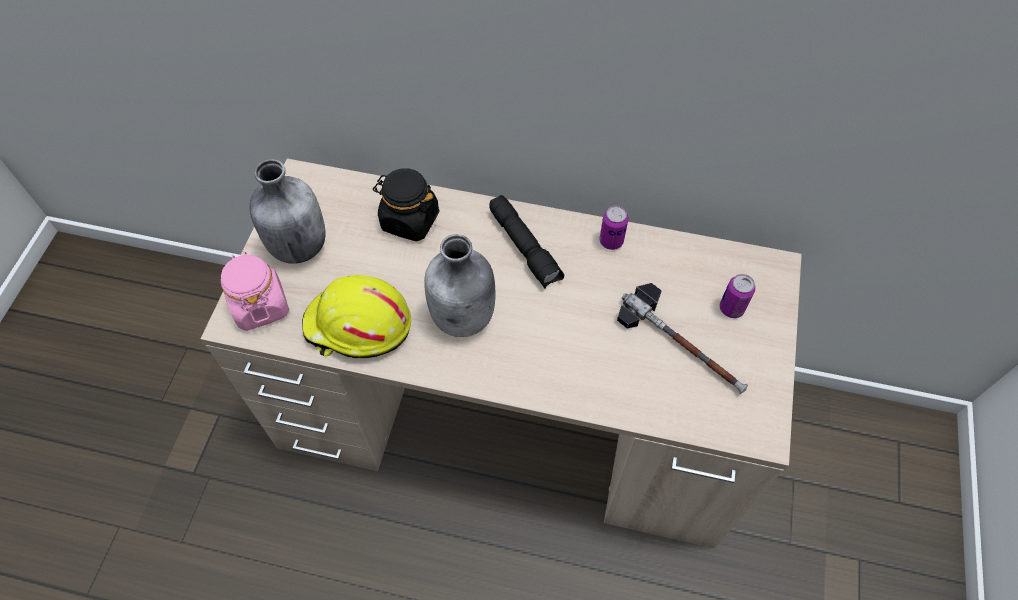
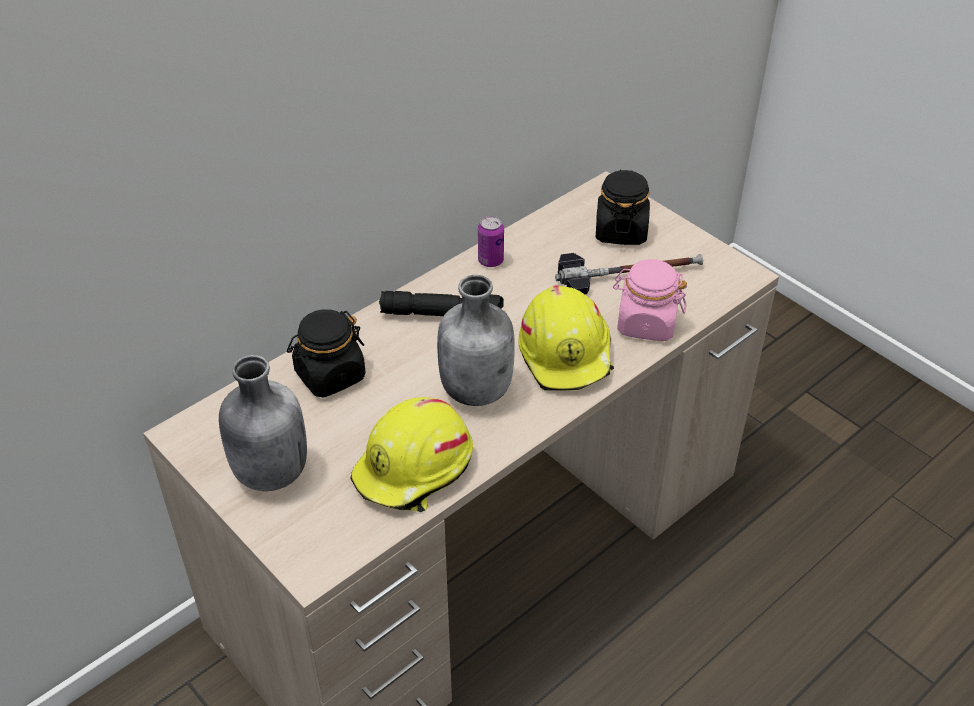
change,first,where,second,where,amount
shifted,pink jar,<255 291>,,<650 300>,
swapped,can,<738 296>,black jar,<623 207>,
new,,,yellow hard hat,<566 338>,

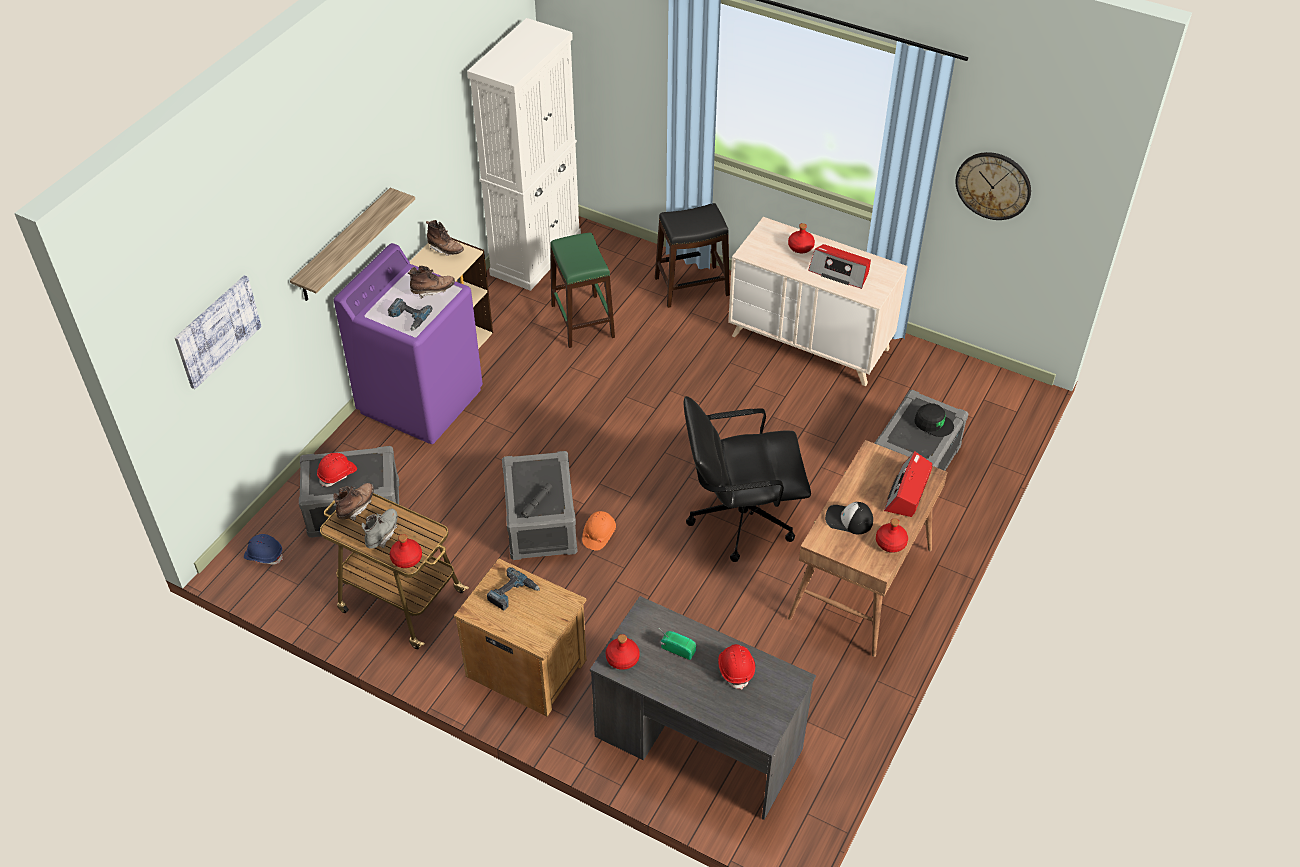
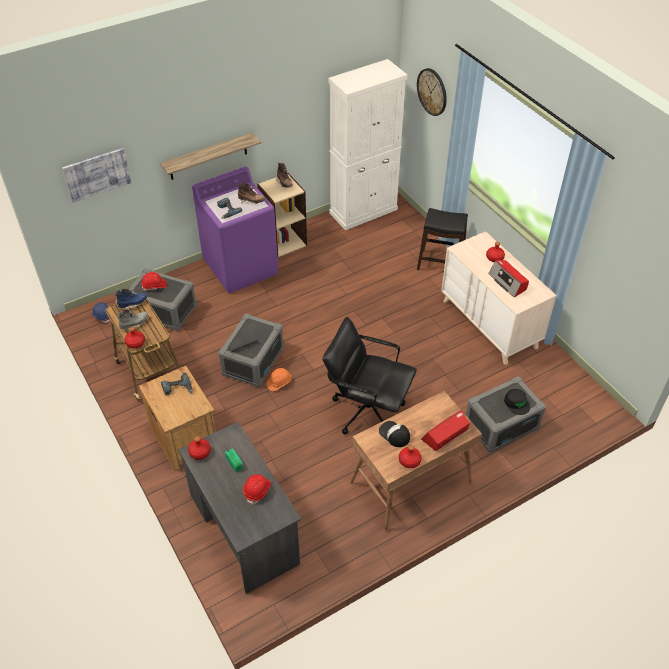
change,first,where,second,where,amount
repainted,brown boot,<353 502>,blue boot,<131 299>,
gone,green stool,<583 290>,,,
shifted,wall clock,<993 186>,,<432 92>,

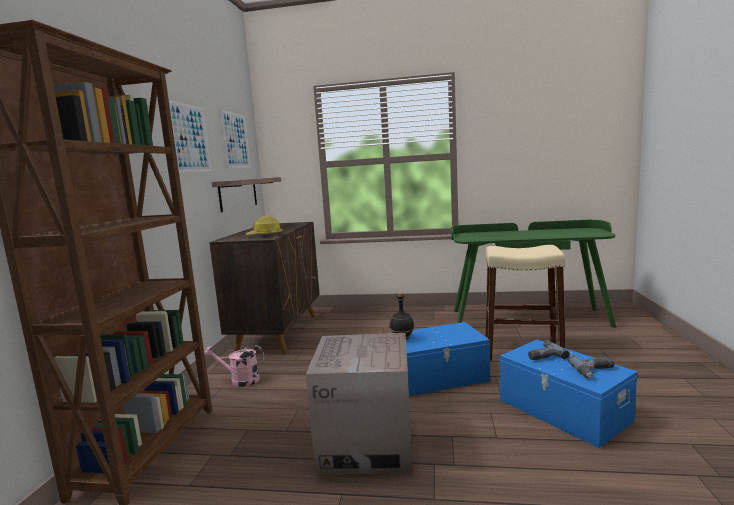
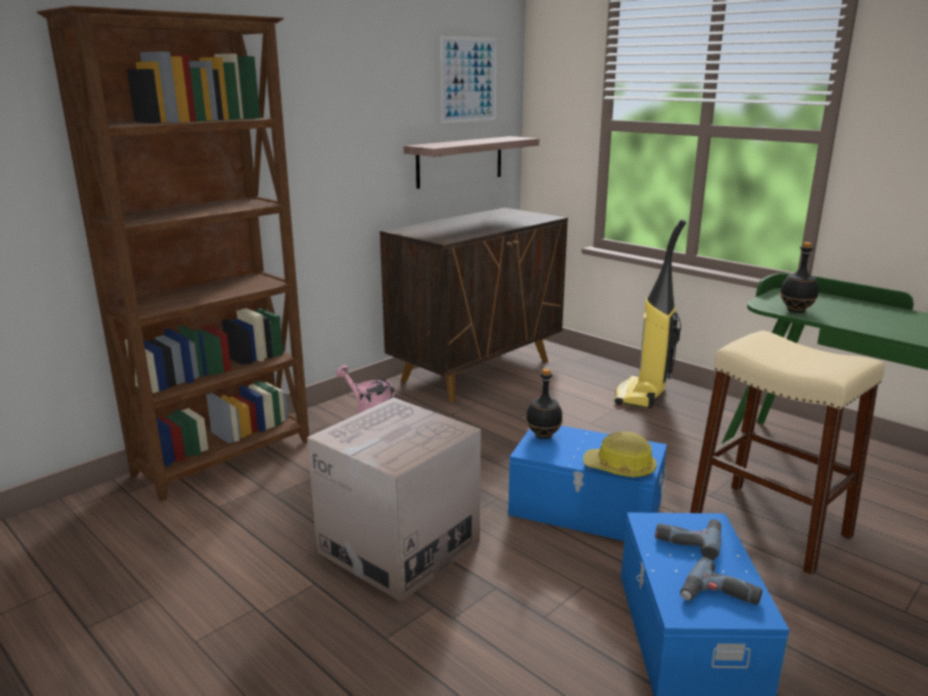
change,first,where,second,where,amount
gone,picture,<190 136>,,,
shifted,hard hat,<264 225>,,<620 454>,
new,,,vacuum cleaner,<650 313>,
new,,,black bottle,<799 277>,

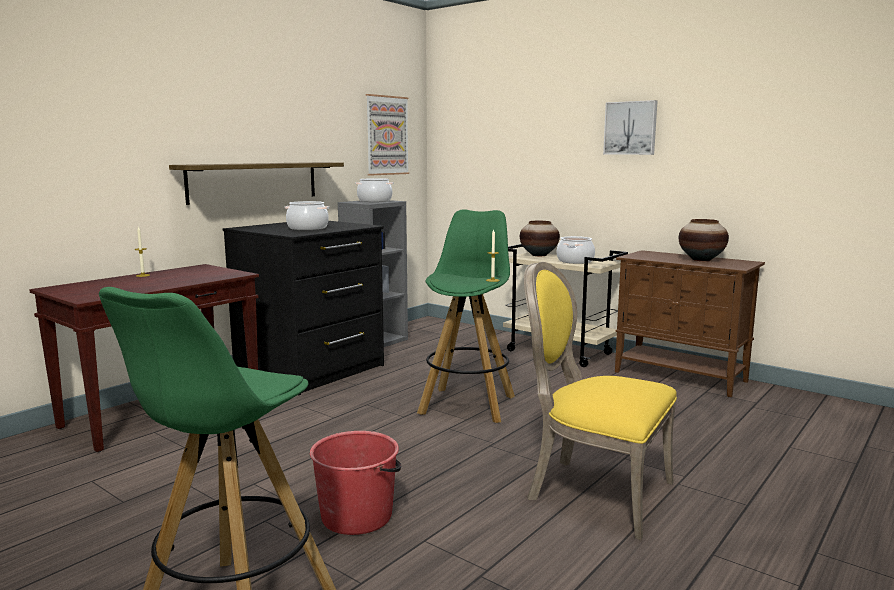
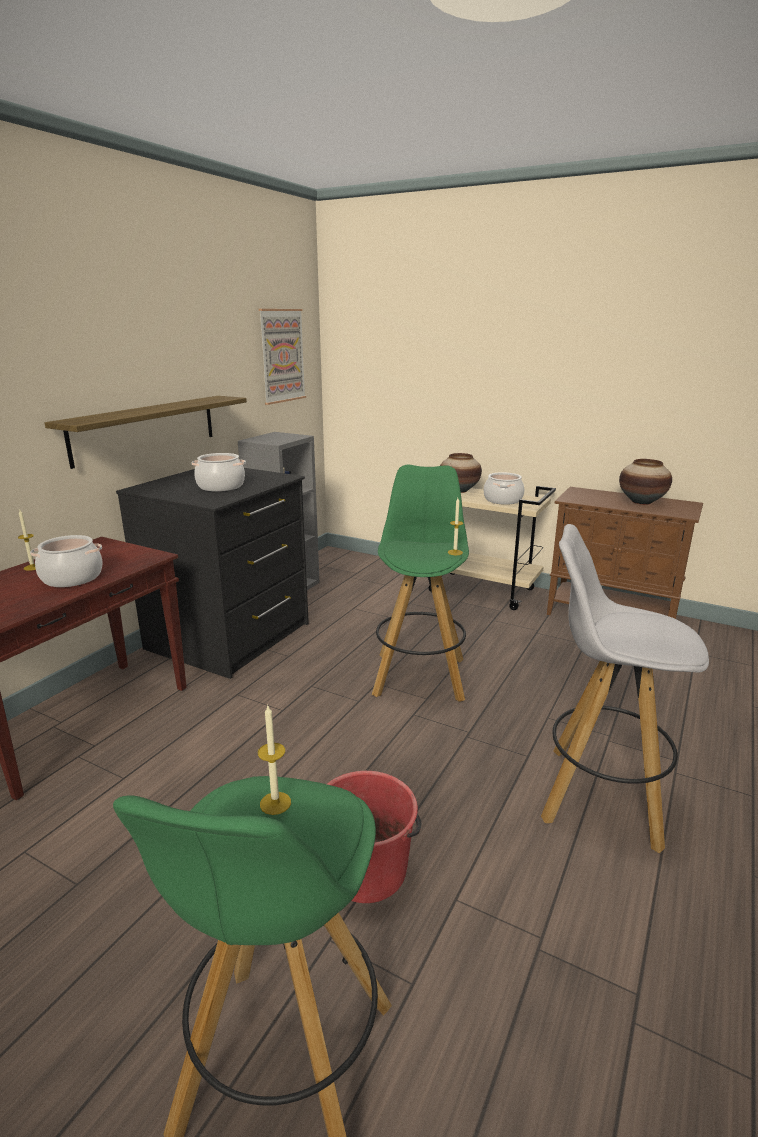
change,first,where,second,where,amount
shifted,cooking pot,<374 190>,,<66 561>,
swapped,yellow chair,<600 401>,white stool,<625 688>,
gone,picture,<630 127>,,,
new,,,candle,<274 760>,

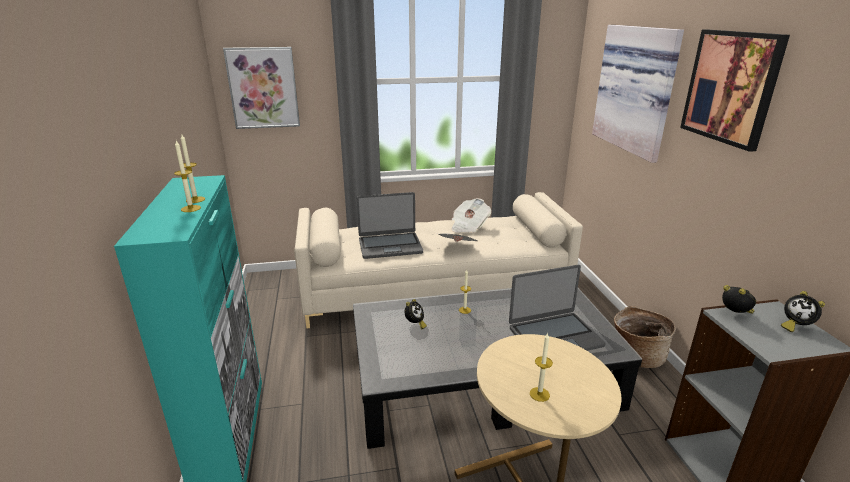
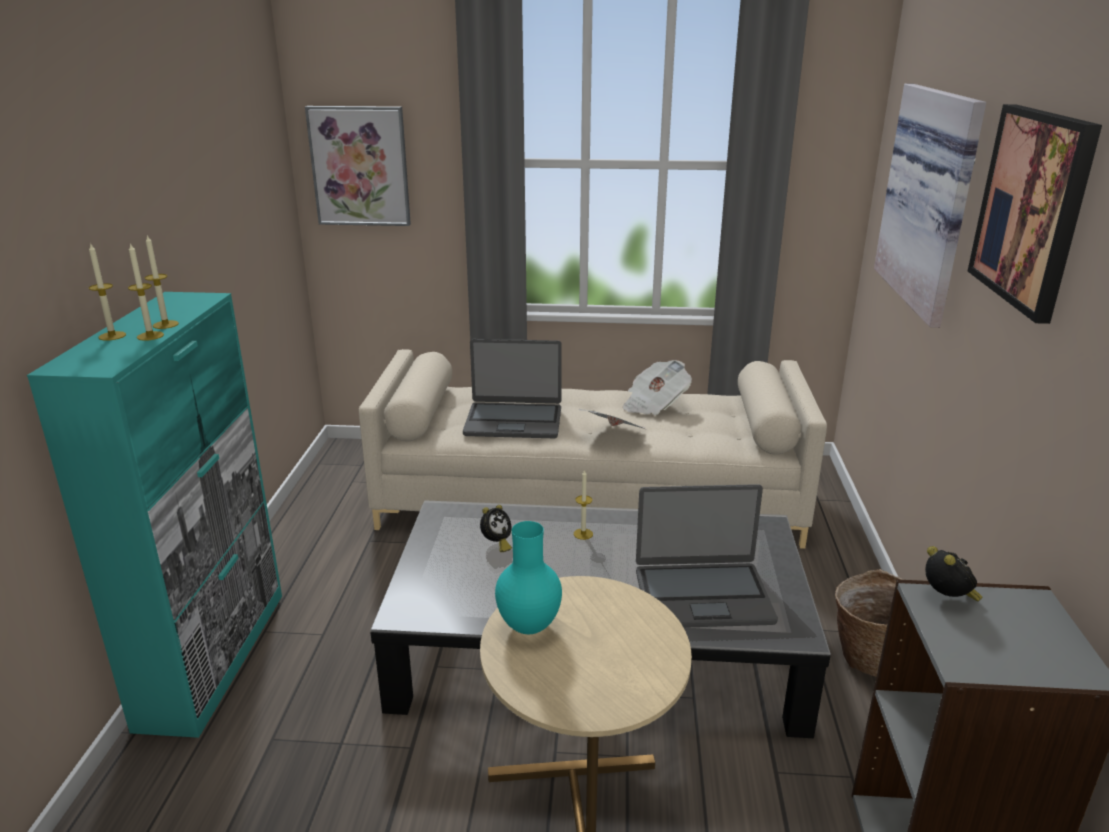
change,first,where,second,where,amount
shifted,candle,<541 367>,,<107 292>,
gone,alarm clock,<803 311>,,,
new,,,turquoise vase,<528 577>,

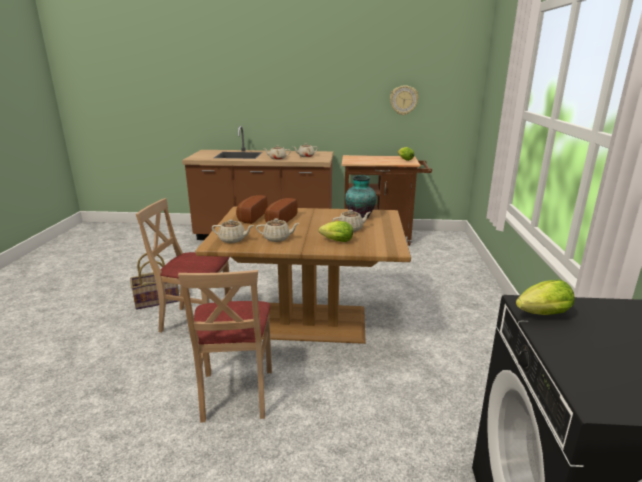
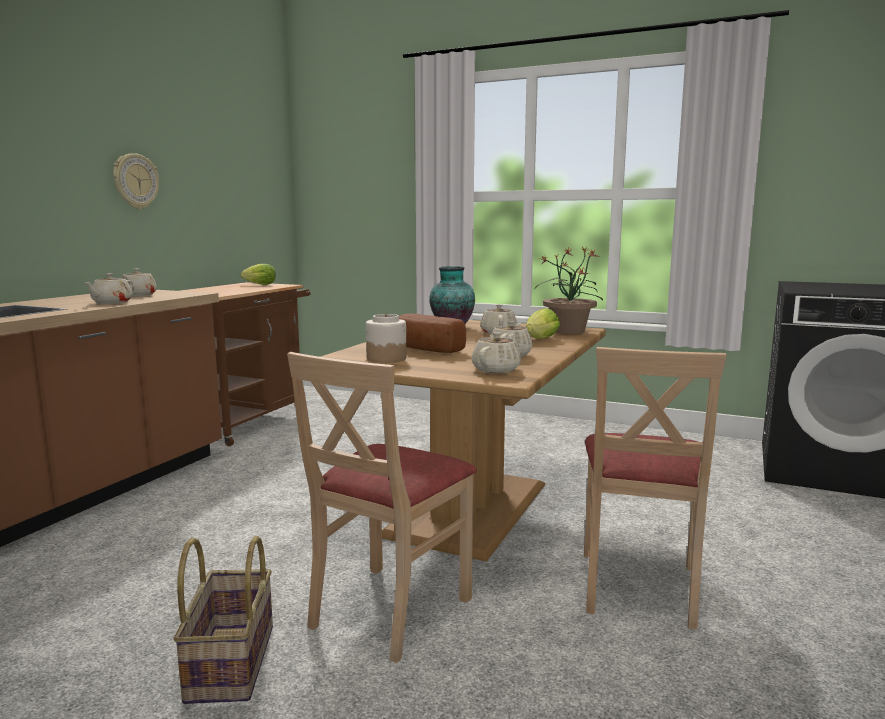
change,first,where,second,where,amount
rotated,beige chair,<225 346>,,<655 488>,90 degrees clockwise
swapped,bread,<252 209>,jar,<386 338>,
shifted,wall clock,<404 100>,,<136 181>,
gone,lettuce,<545 297>,,,
new,,,potted plant,<569 290>,

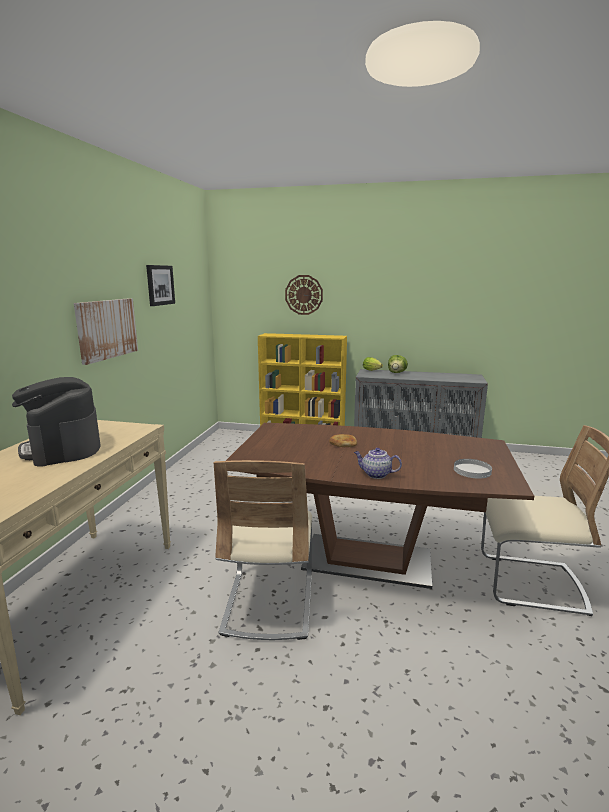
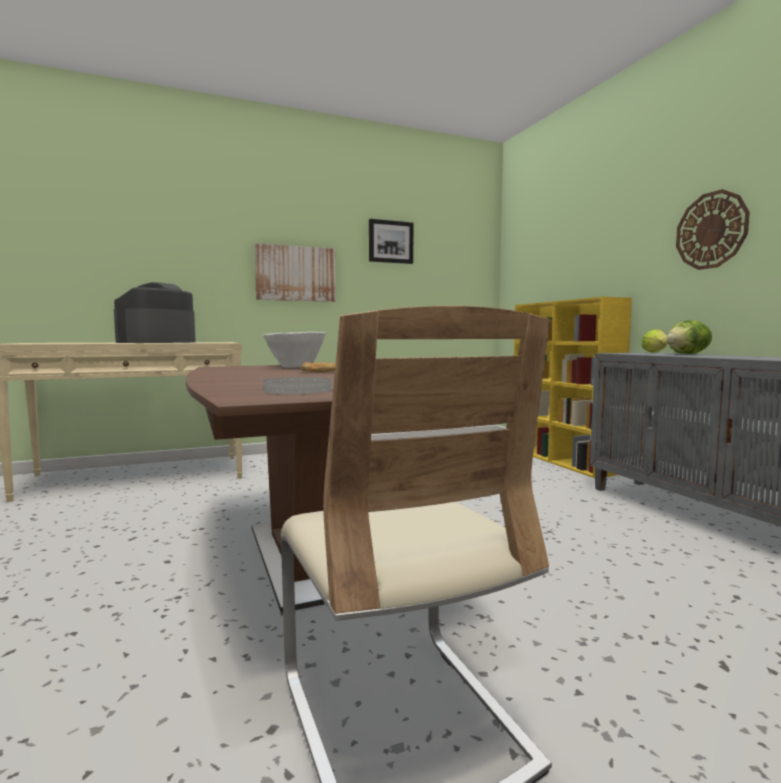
change,first,where,second,where,amount
gone,beige chair,<263 550>,,,
shifted,wall clock,<304 295>,,<713 229>,
gone,teapot,<378 463>,,,
new,,,white bowl,<294 350>,

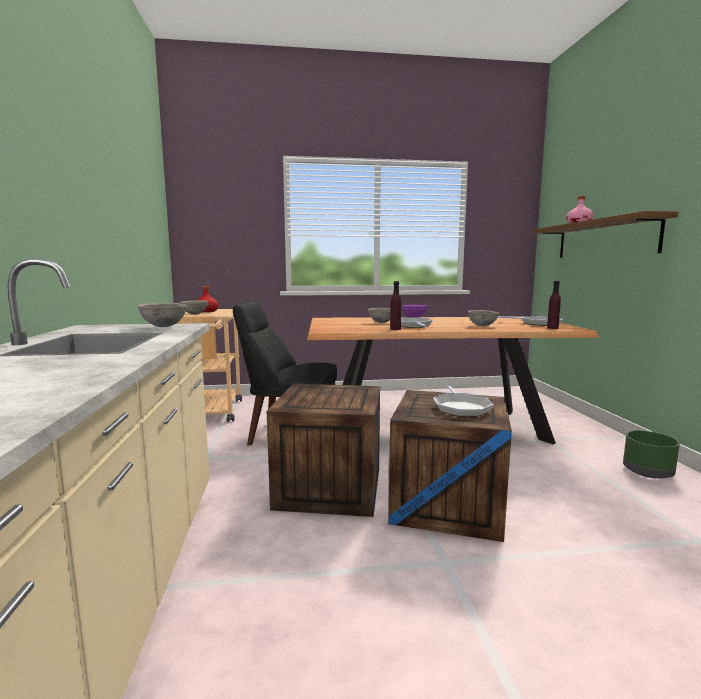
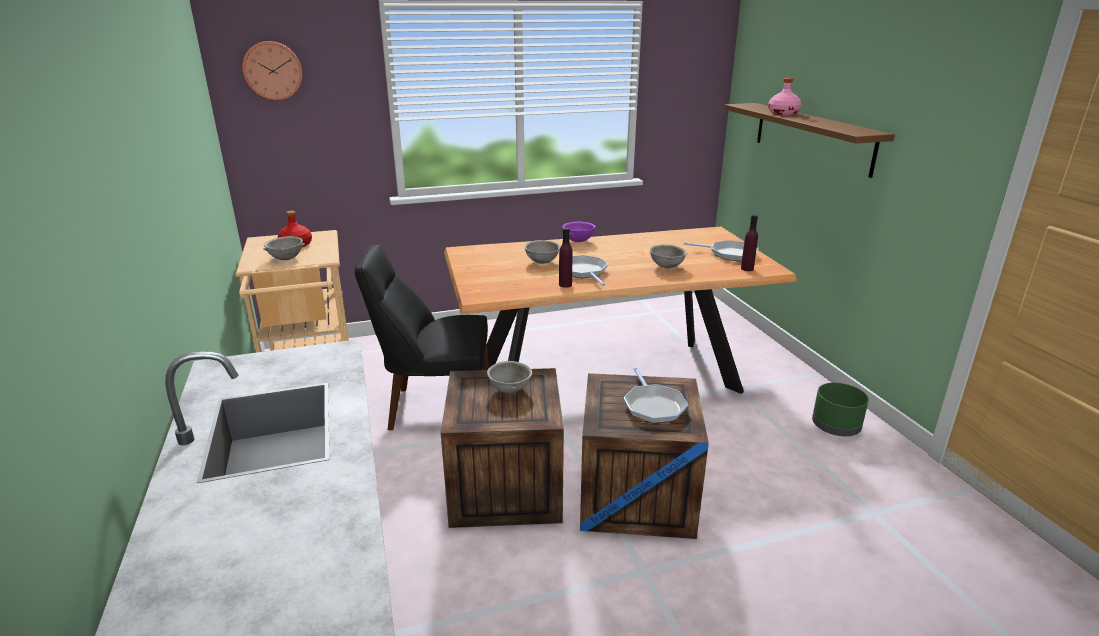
change,first,where,second,where,amount
shifted,grey bowl,<162 315>,,<509 377>,
new,,,wall clock,<272 71>,

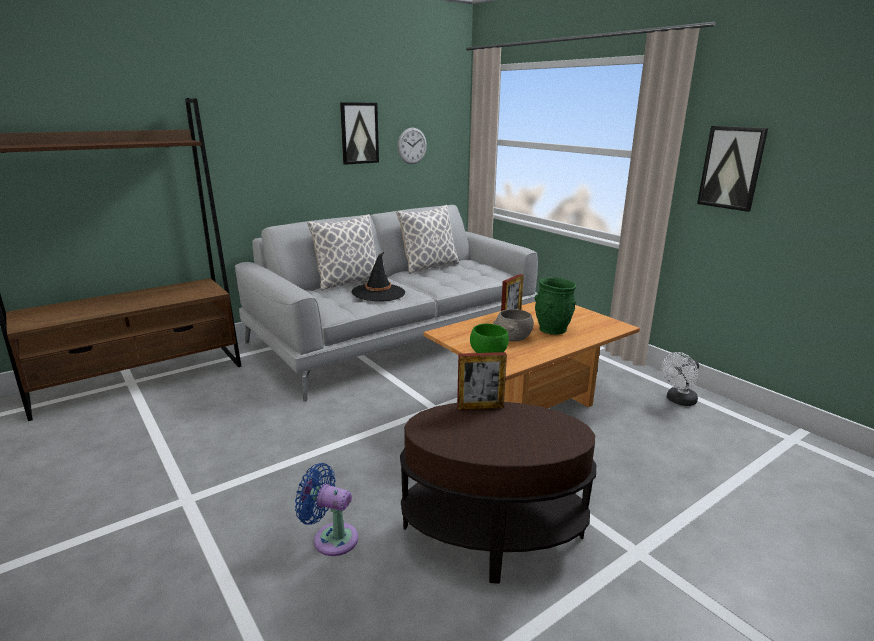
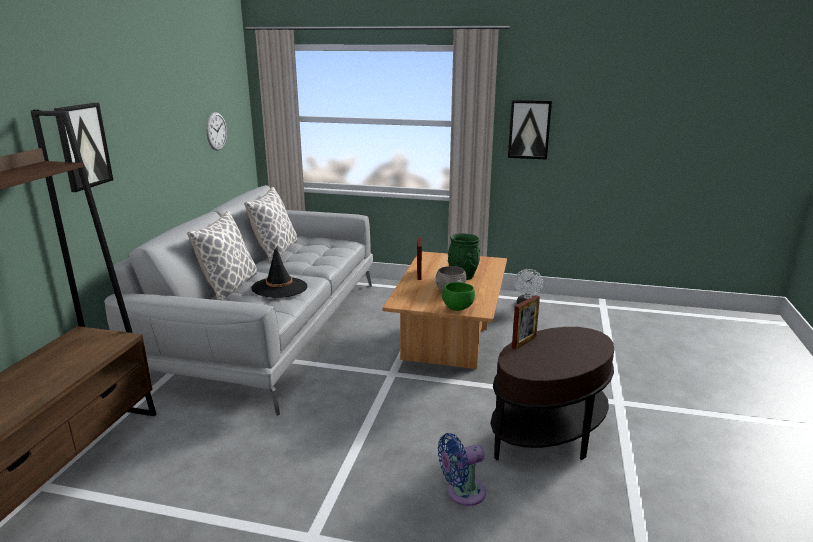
change,first,where,second,where,amount
shifted,picture,<359 133>,,<83 147>,

